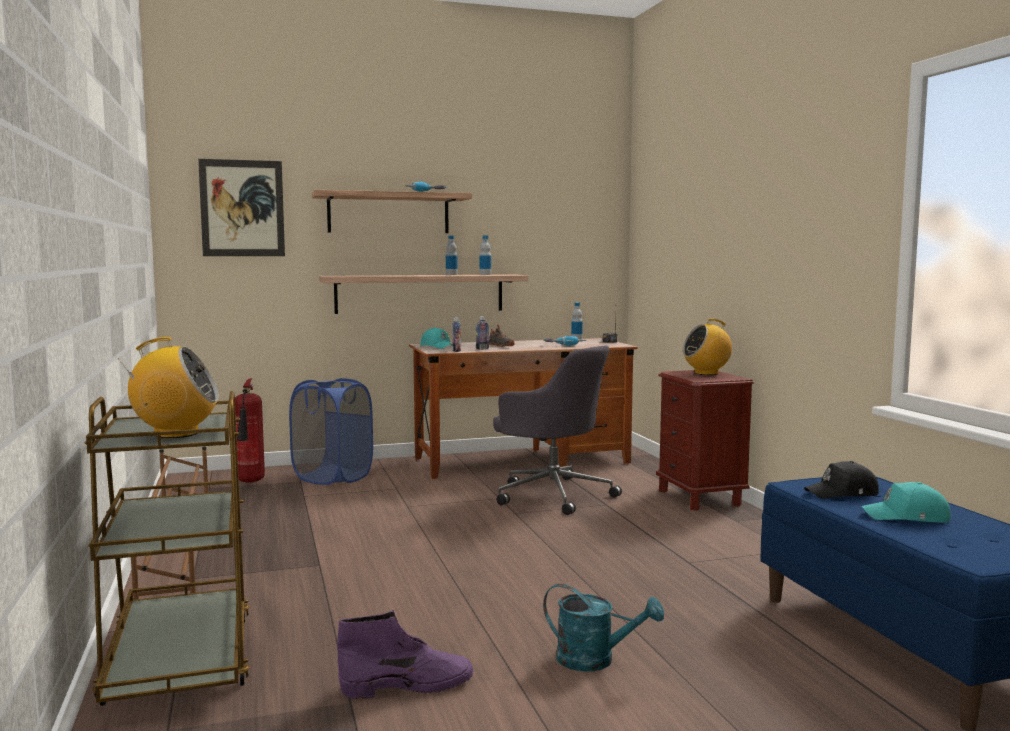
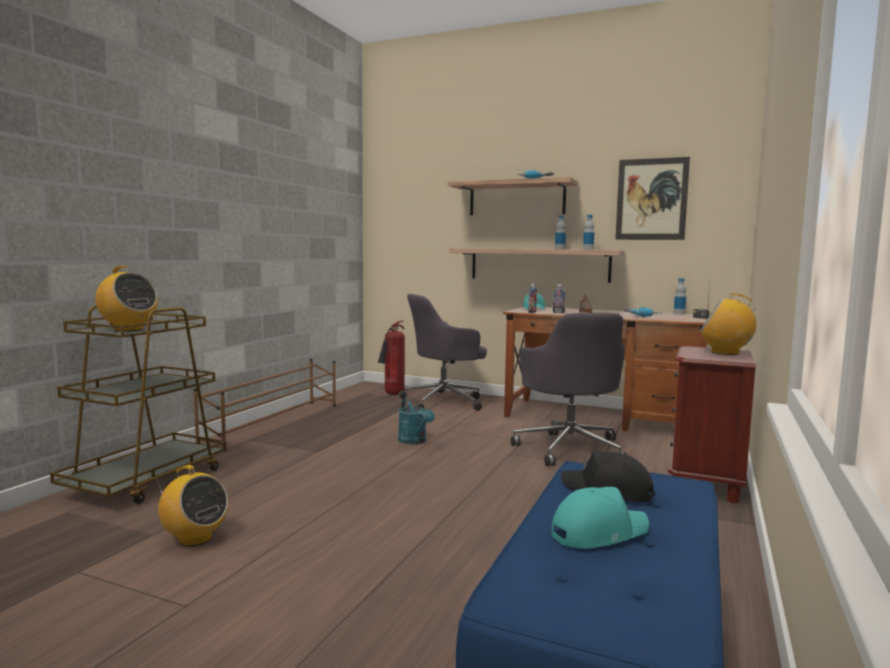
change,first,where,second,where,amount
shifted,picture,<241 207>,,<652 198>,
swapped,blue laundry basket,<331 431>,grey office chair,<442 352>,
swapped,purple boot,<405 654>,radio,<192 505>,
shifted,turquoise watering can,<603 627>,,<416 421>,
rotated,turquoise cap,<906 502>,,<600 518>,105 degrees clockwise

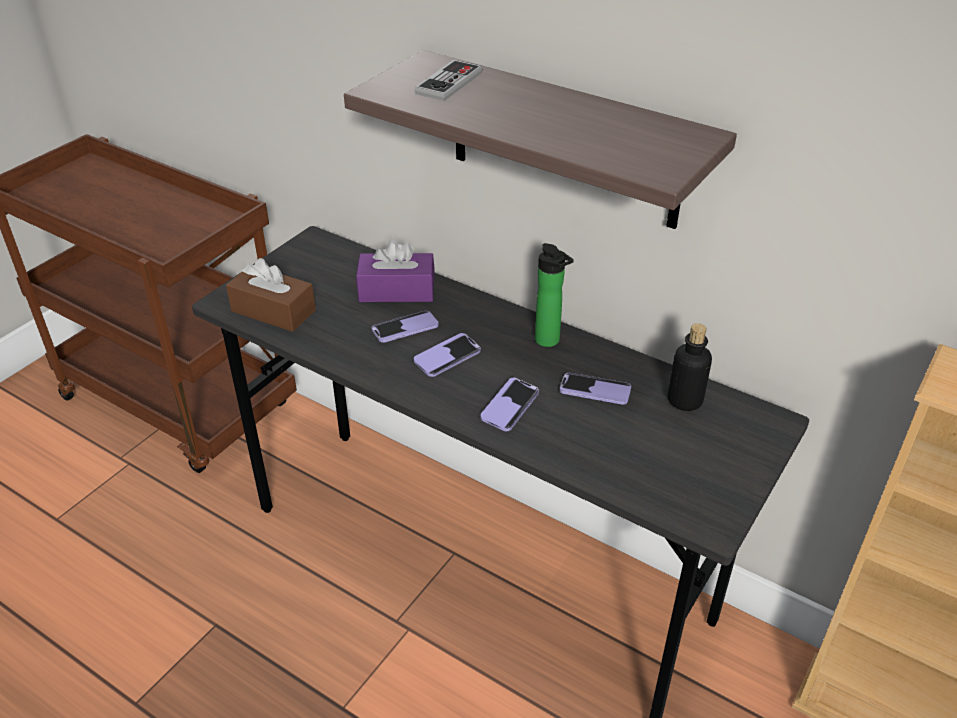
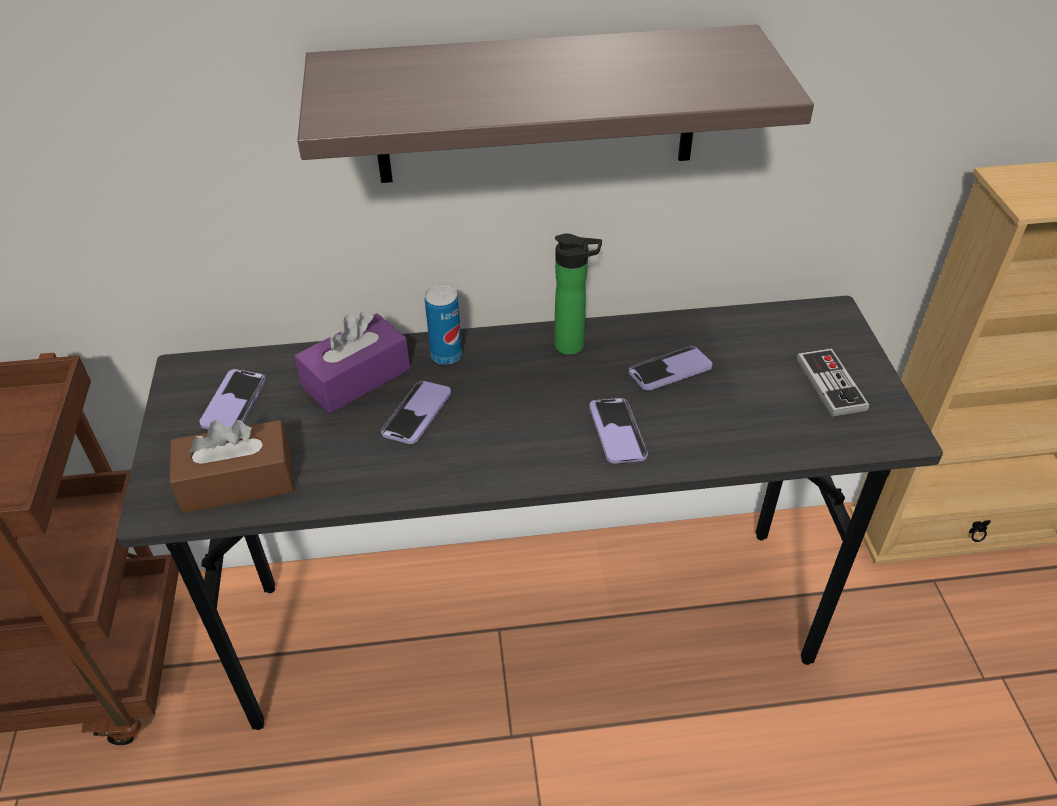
change,first,where,second,where,amount
shifted,phone,<447 355>,,<232 399>,
shifted,game controller,<448 80>,,<833 382>,
gone,bottle,<690 367>,,,
new,,,can,<443 325>,

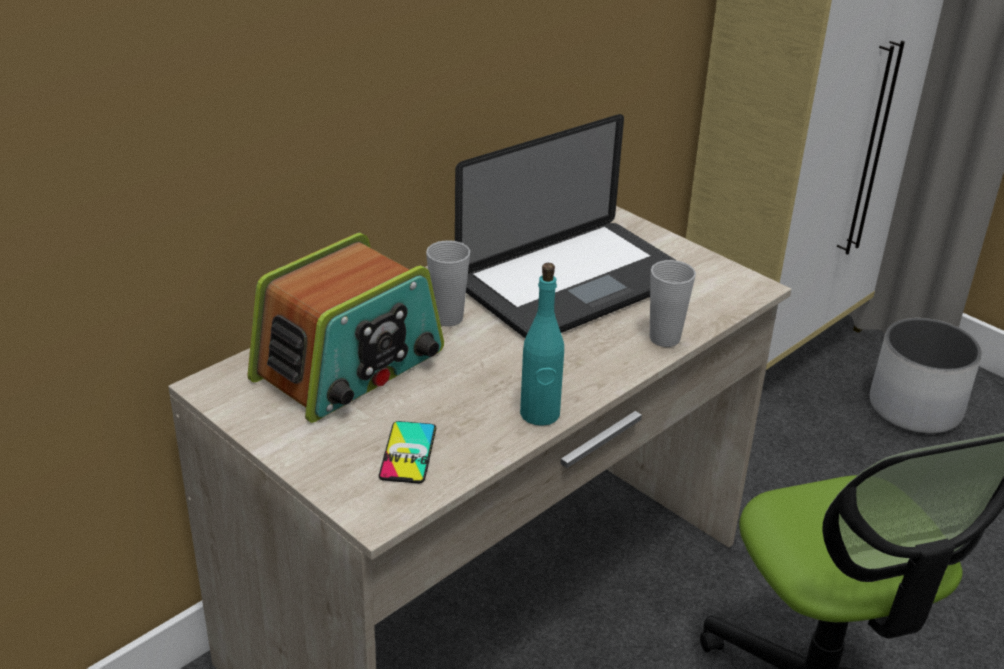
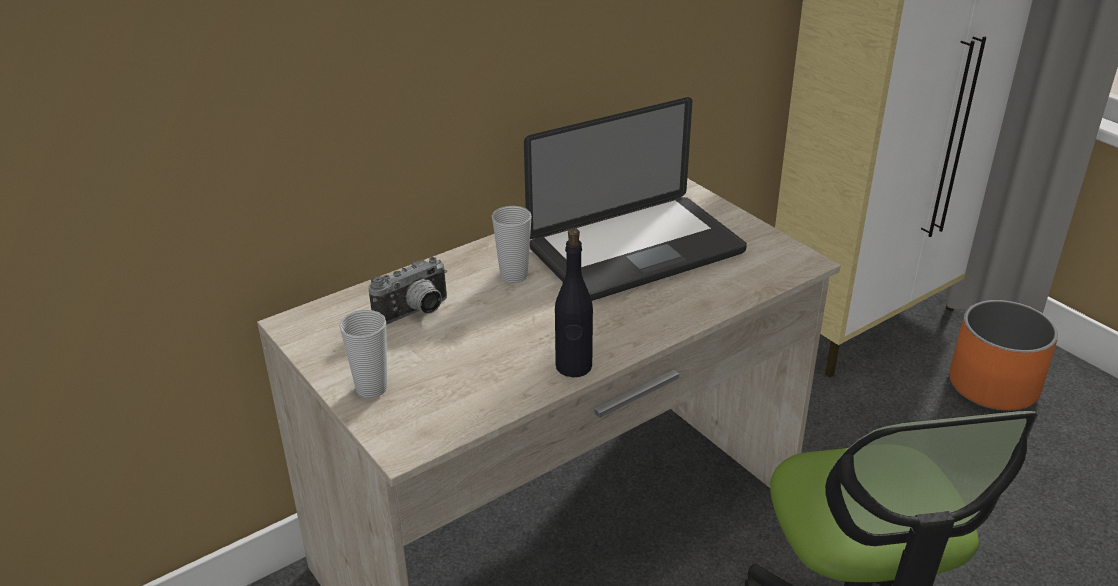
change,first,where,second,where,amount
swapped,radio,<345 328>,photo camera,<407 291>,
gone,phone,<407 452>,,,
repainted,turquoise bottle,<542 344>,black bottle,<574 302>,
shifted,cup,<673 303>,,<363 354>,
repainted,white planter,<925 376>,orange planter,<1003 355>,

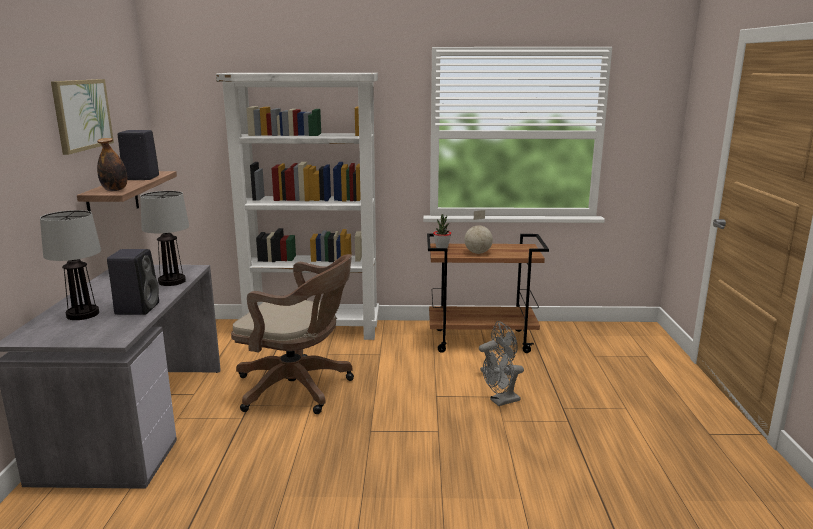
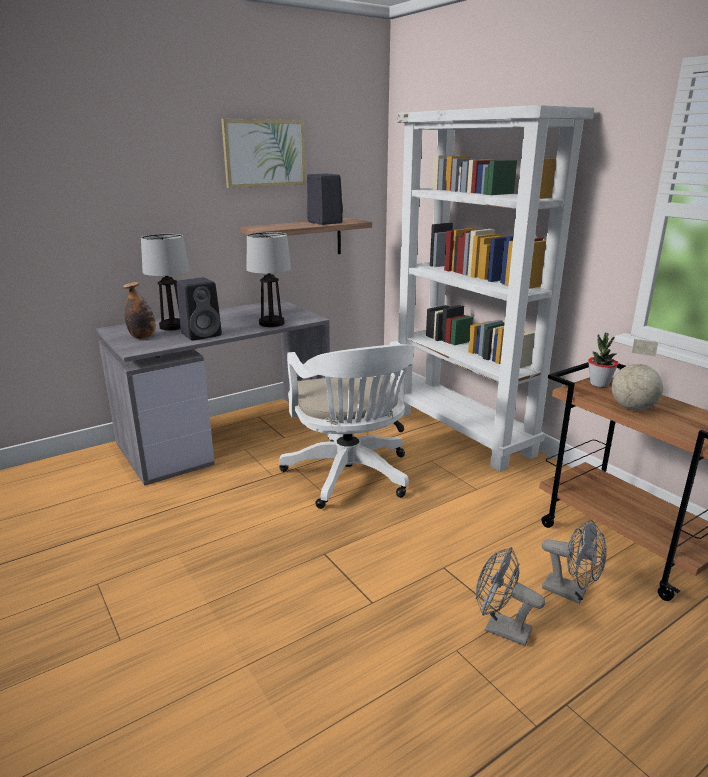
change,first,where,second,where,amount
shifted,bottle,<112 164>,,<139 310>,
repainted,brown office chair,<292 334>,white office chair,<346 425>,

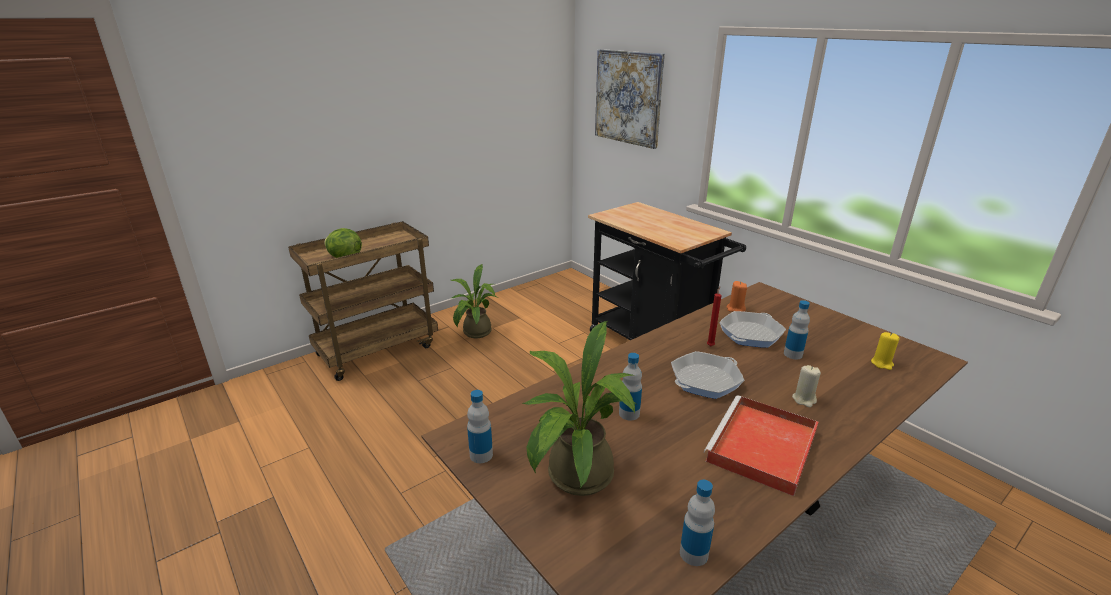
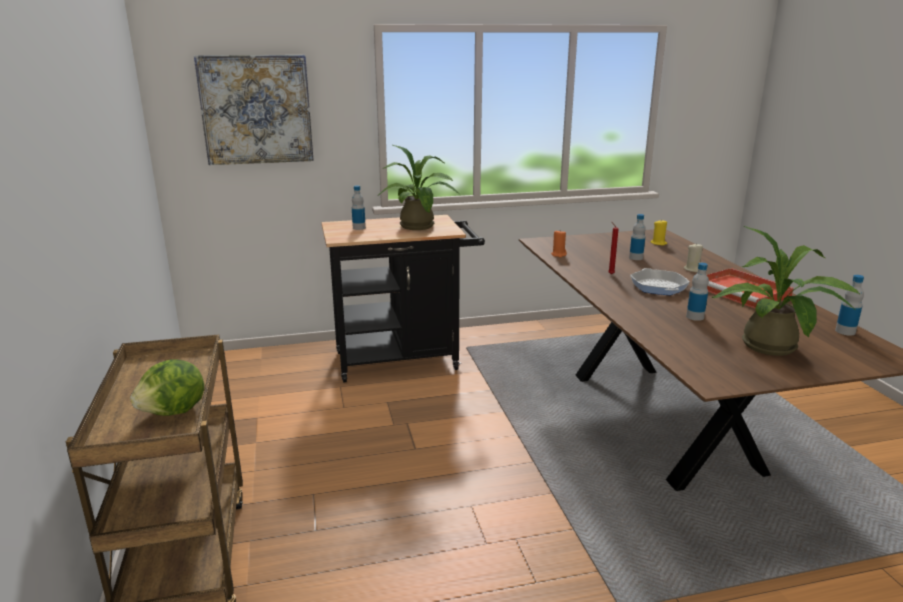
change,first,where,second,where,amount
shifted,potted plant,<474 301>,,<418 187>,
shifted,bottle,<480 426>,,<359 207>,
gone,frying pan,<752 329>,,,

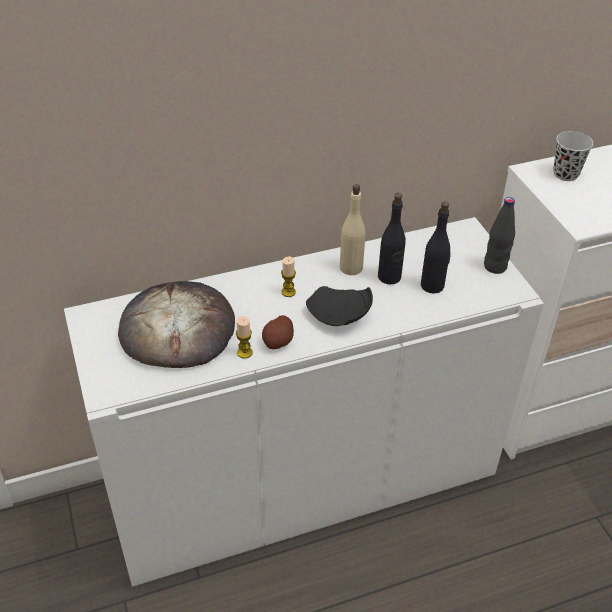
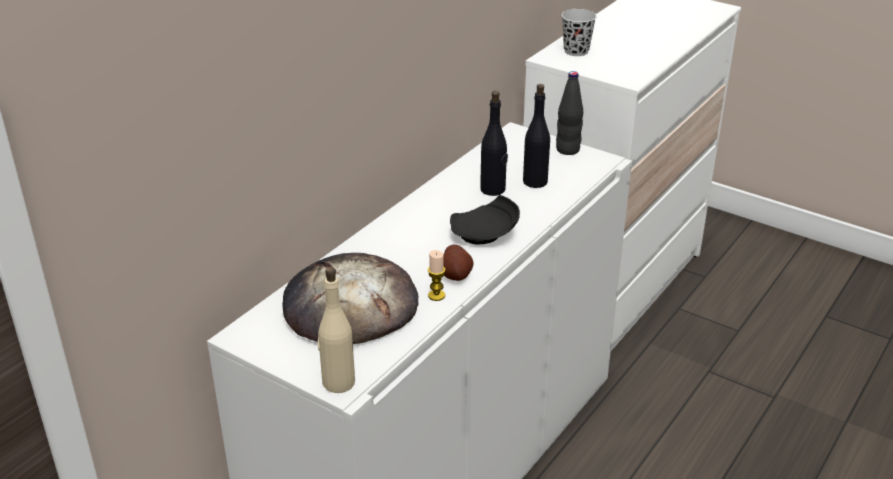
change,first,where,second,where,amount
gone,candle,<288 277>,,,
shifted,beige bottle,<353 229>,,<336 330>,

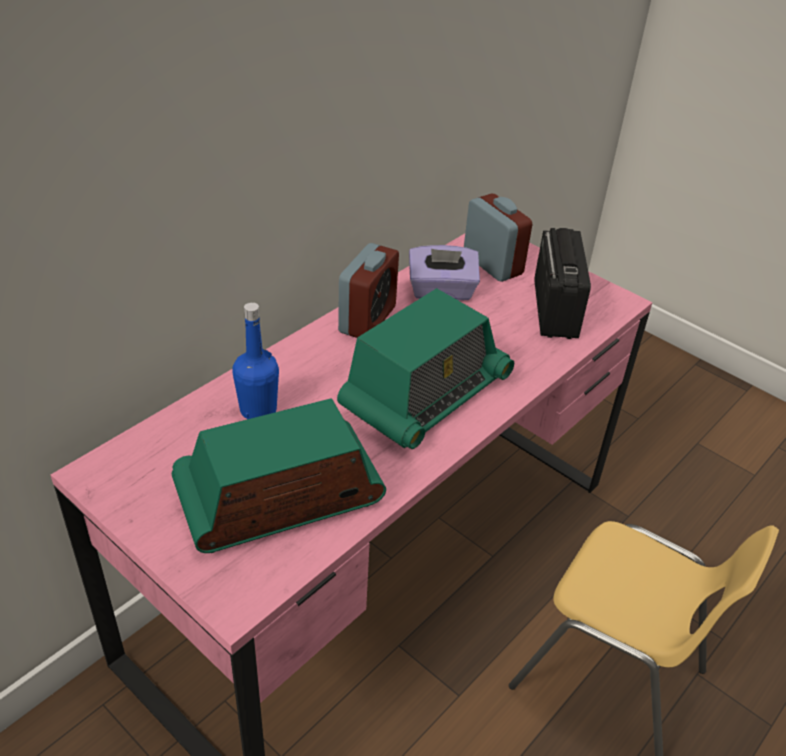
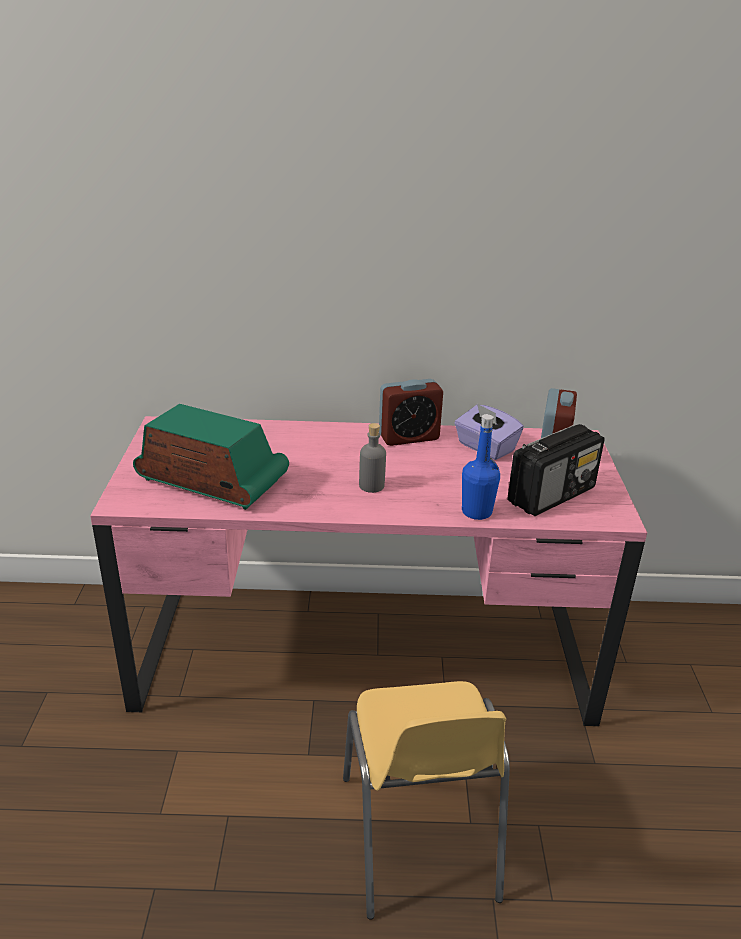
change,first,where,second,where,amount
shifted,blue bottle,<255 360>,,<481 467>,
swapped,radio,<425 368>,grey bottle,<372 458>,

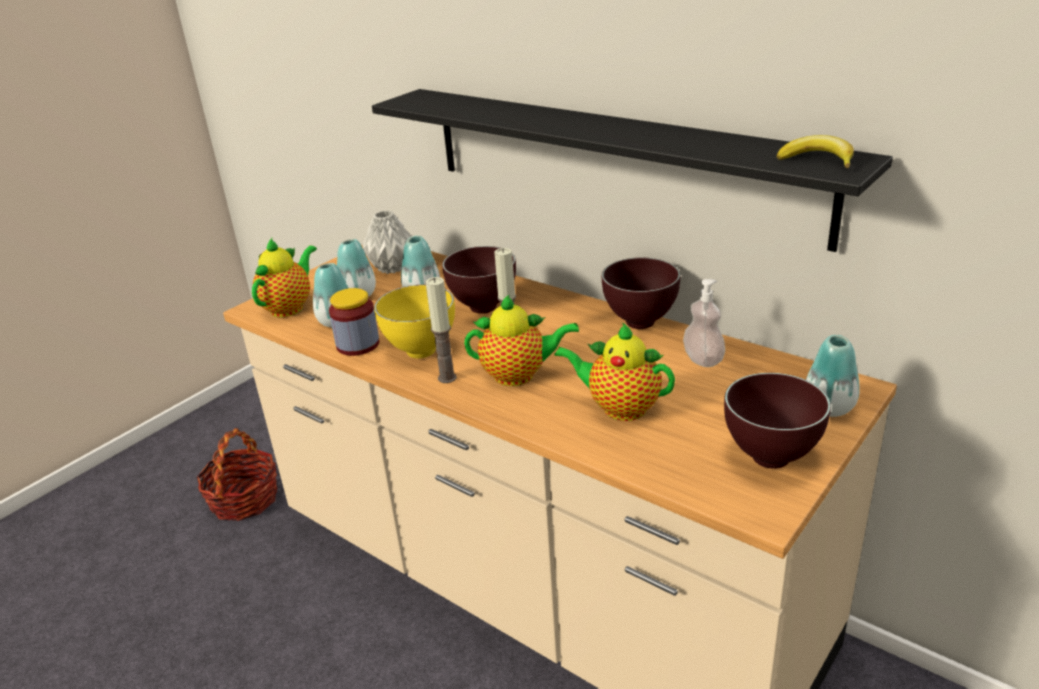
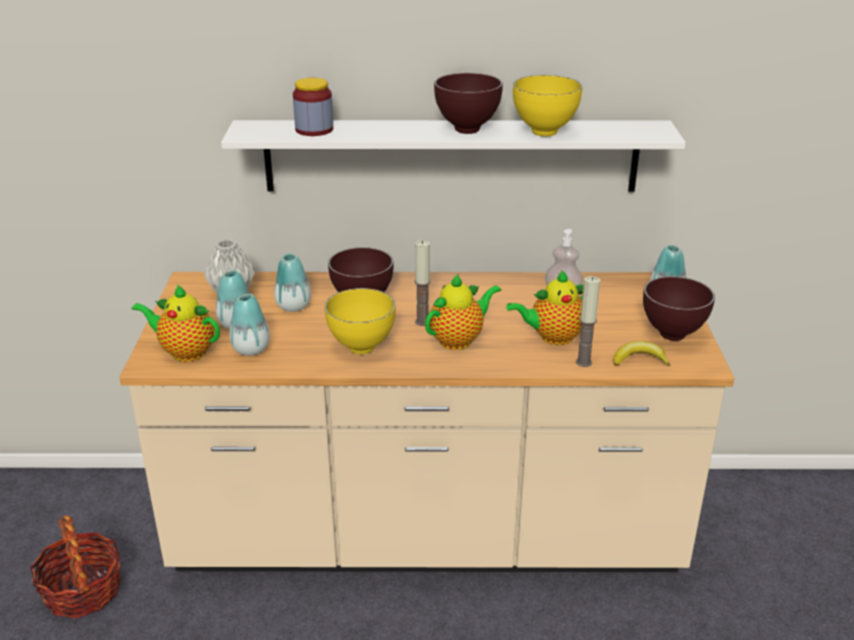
change,first,where,second,where,amount
rotated,teapot,<284 277>,,<176 323>,60 degrees counterclockwise
shifted,jar,<354 322>,,<313 107>,
repainted,black shelf,<632 170>,white shelf,<453 156>,
shifted,candle,<441 330>,,<588 321>,
shifted,brown bowl,<641 293>,,<468 103>,
shifted,banana,<815 151>,,<641 353>,
new,,,yellow bowl,<547 106>,

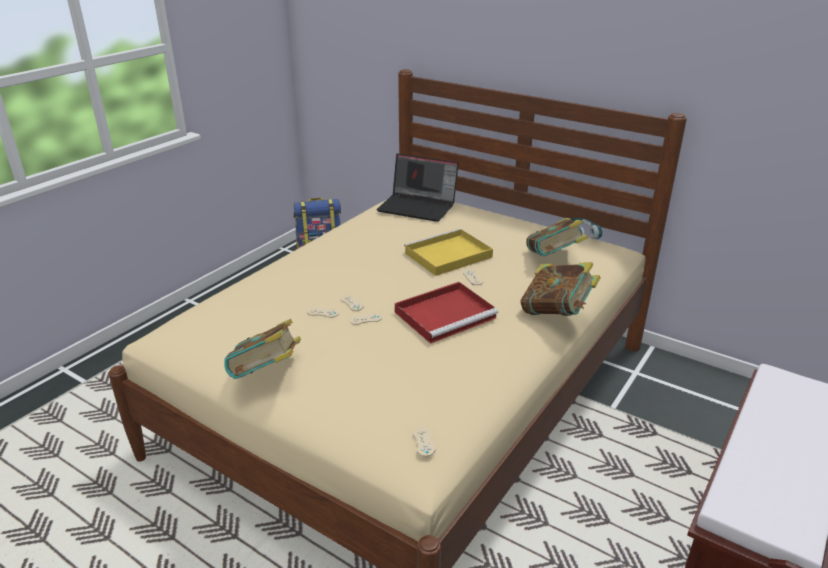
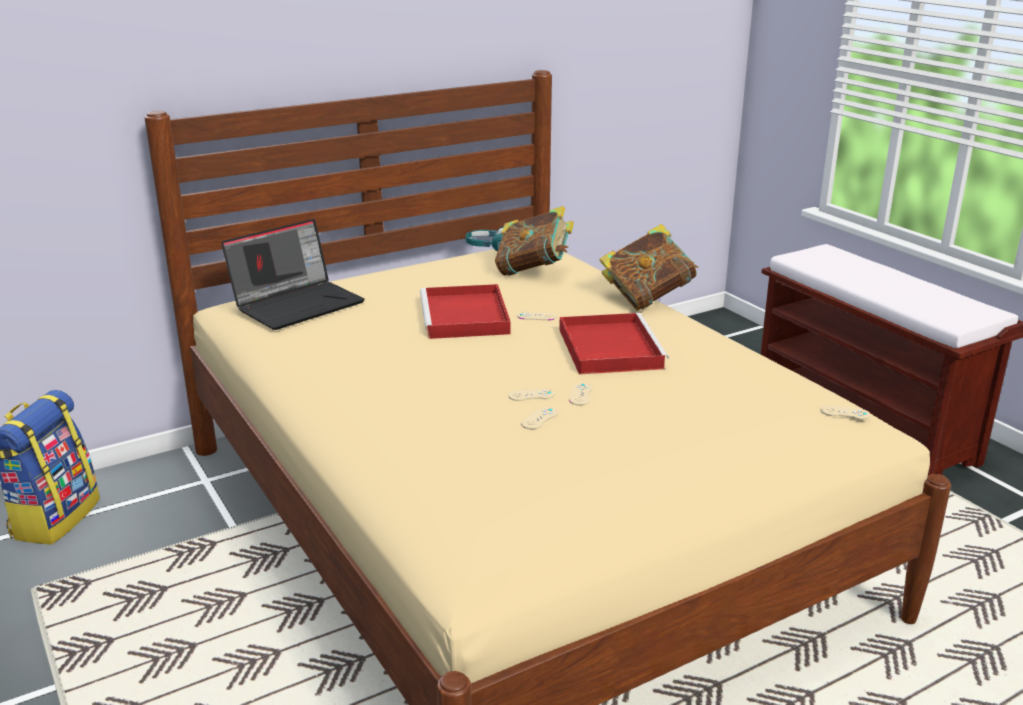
change,first,where,second,where,amount
gone,book,<262 349>,,,
repainted,yellow tray,<448 252>,red tray,<465 311>,

